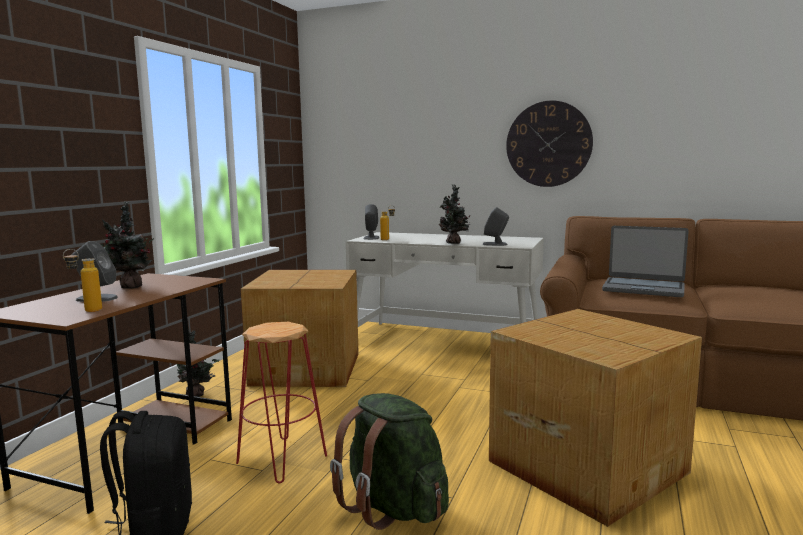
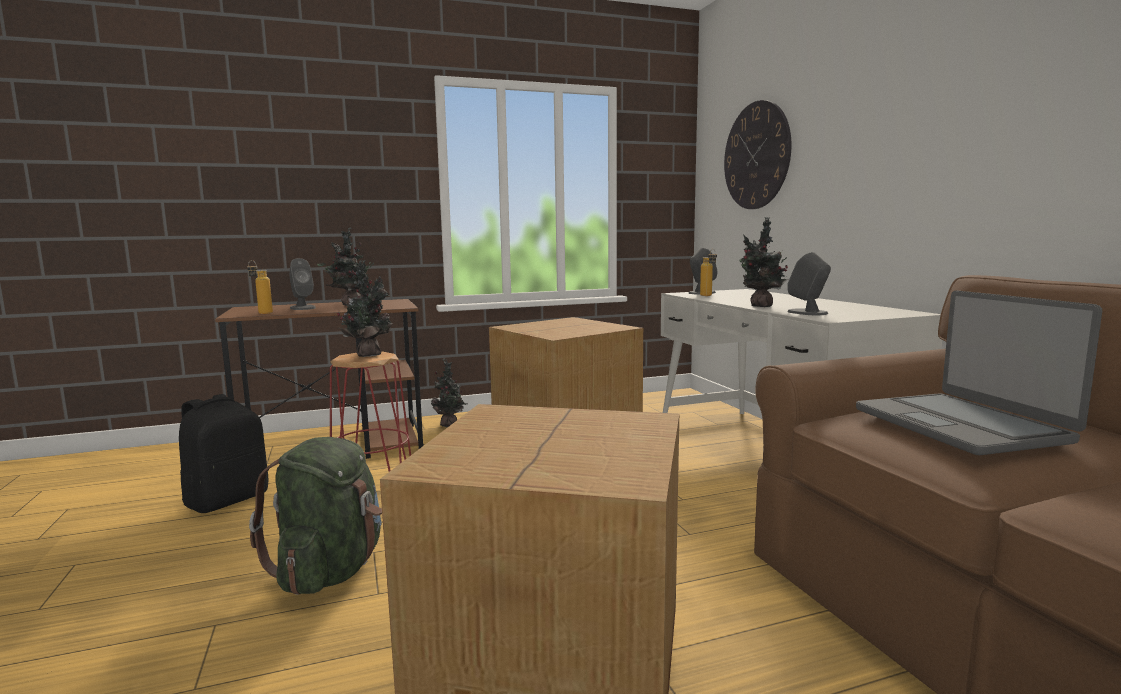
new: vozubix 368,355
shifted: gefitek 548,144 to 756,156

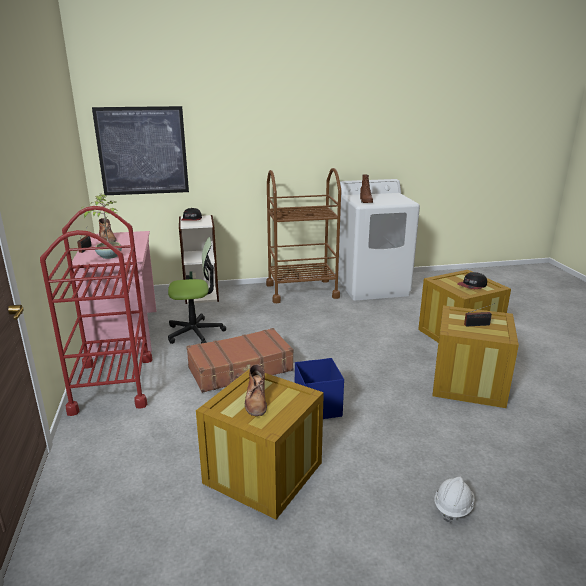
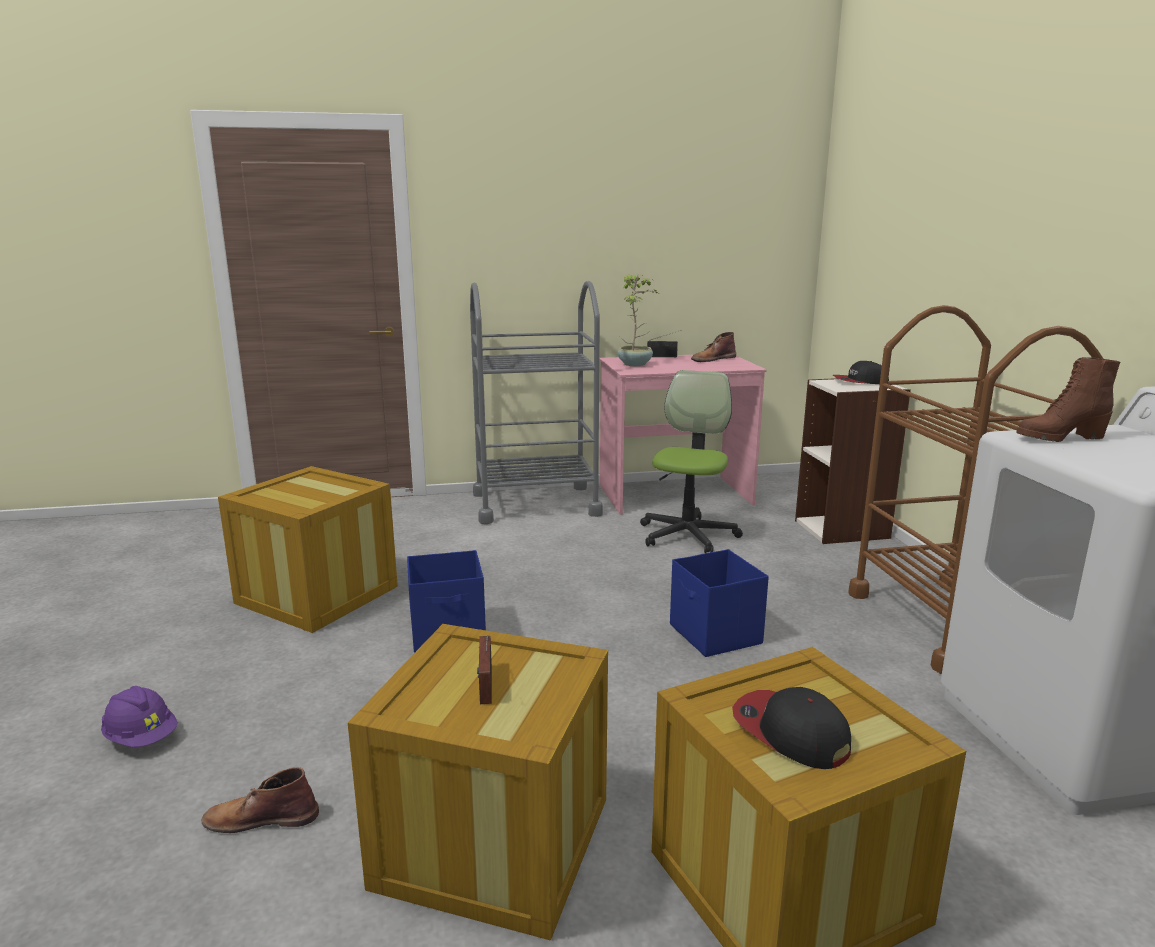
gone: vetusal 142,151; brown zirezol 241,369
new: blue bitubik 715,635
shifted: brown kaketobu 256,400 to 261,818
repainted: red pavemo 112,384 to grey pavemo 535,504; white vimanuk 453,507 to purple vimanuk 142,738
rotated: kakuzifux 195,332 = 687,535 150 degrees counterclockwise

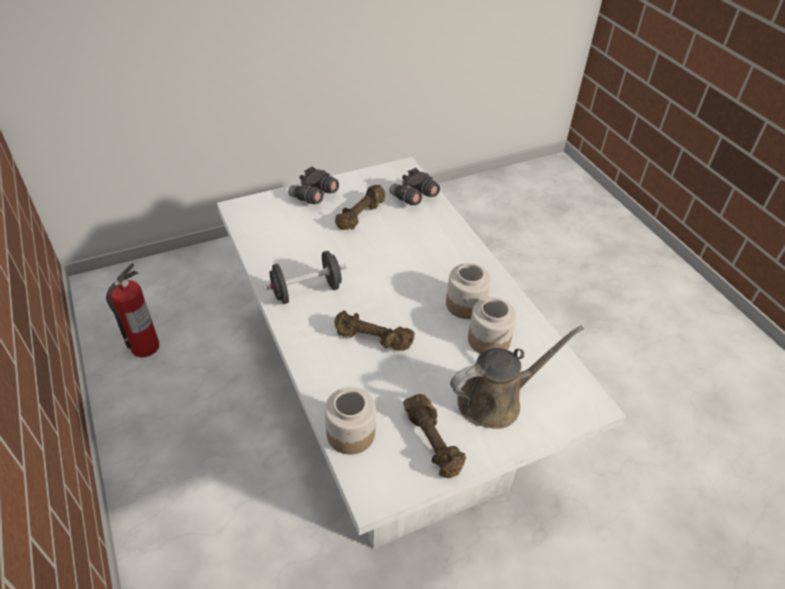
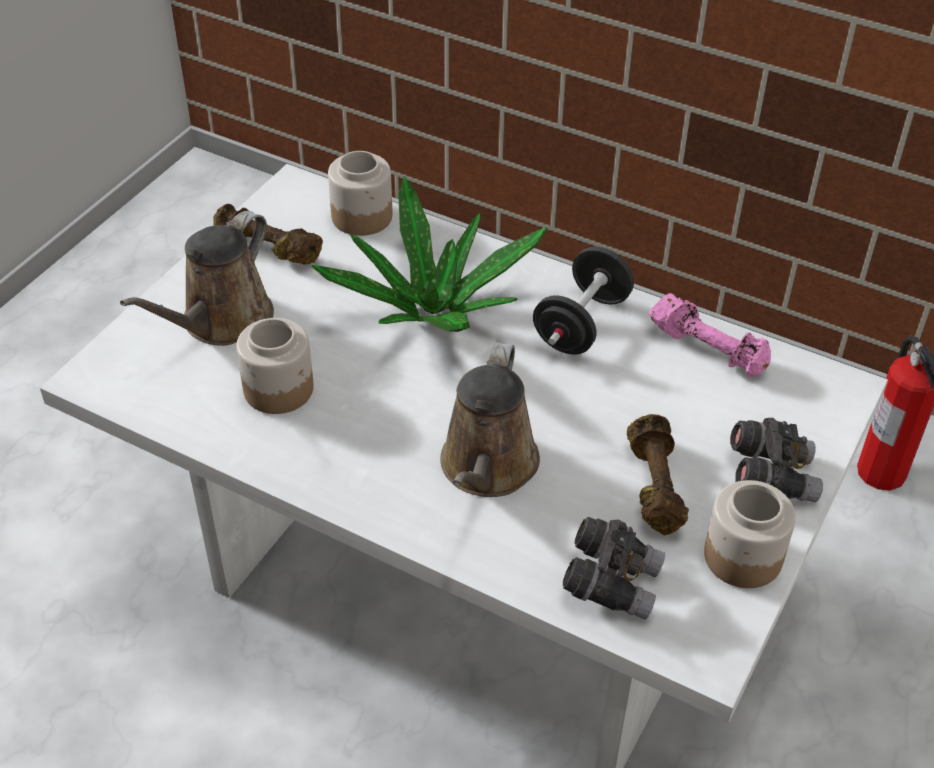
new: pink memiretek 708,349; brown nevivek 487,468
shifted: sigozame 466,305 to 741,556
swapped: brown memiretek 372,340 to vozubix 432,311

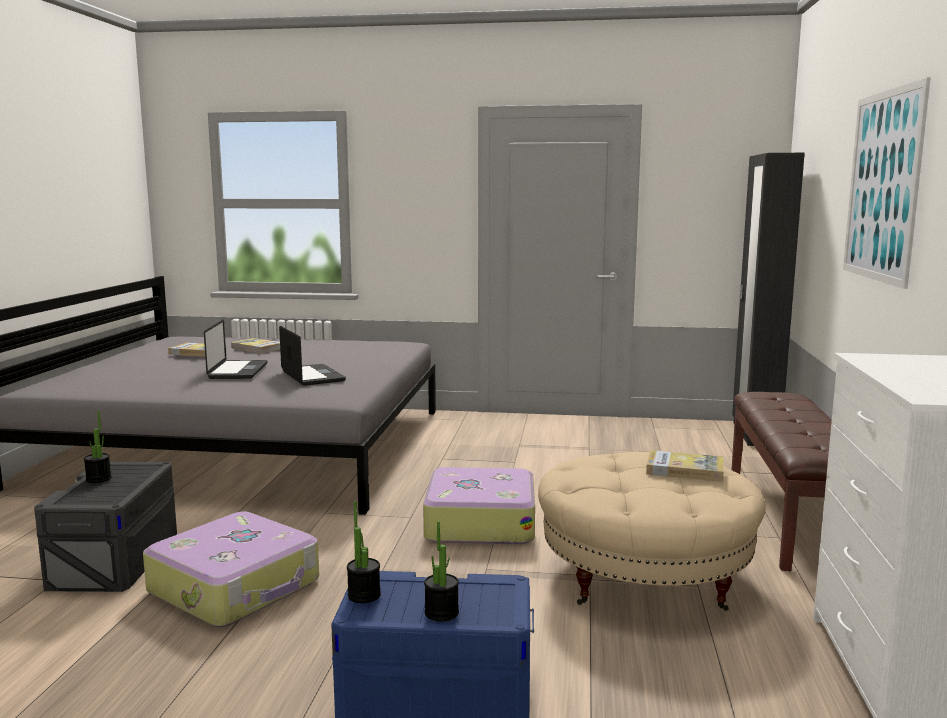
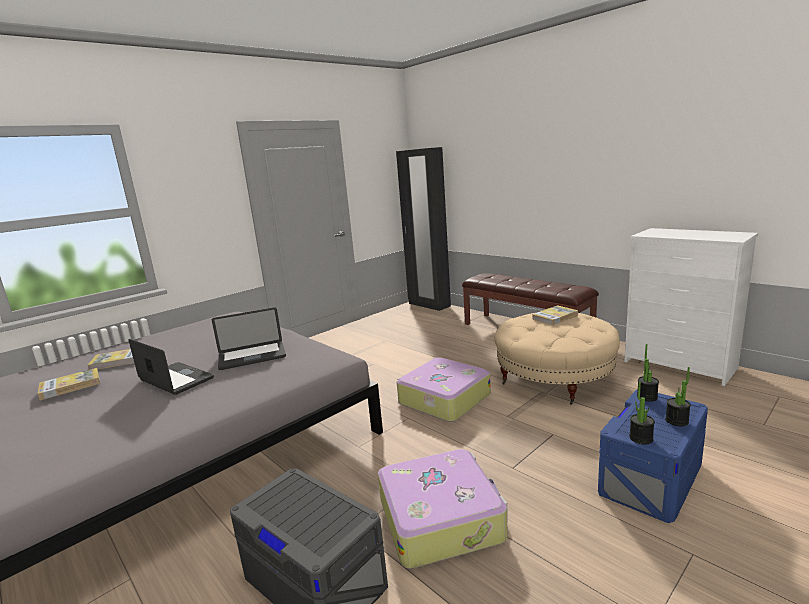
gone: vetusal 882,186
shifted: vozubix 98,479 to 647,397
rotated: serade 312,376 = 252,357 150 degrees clockwise

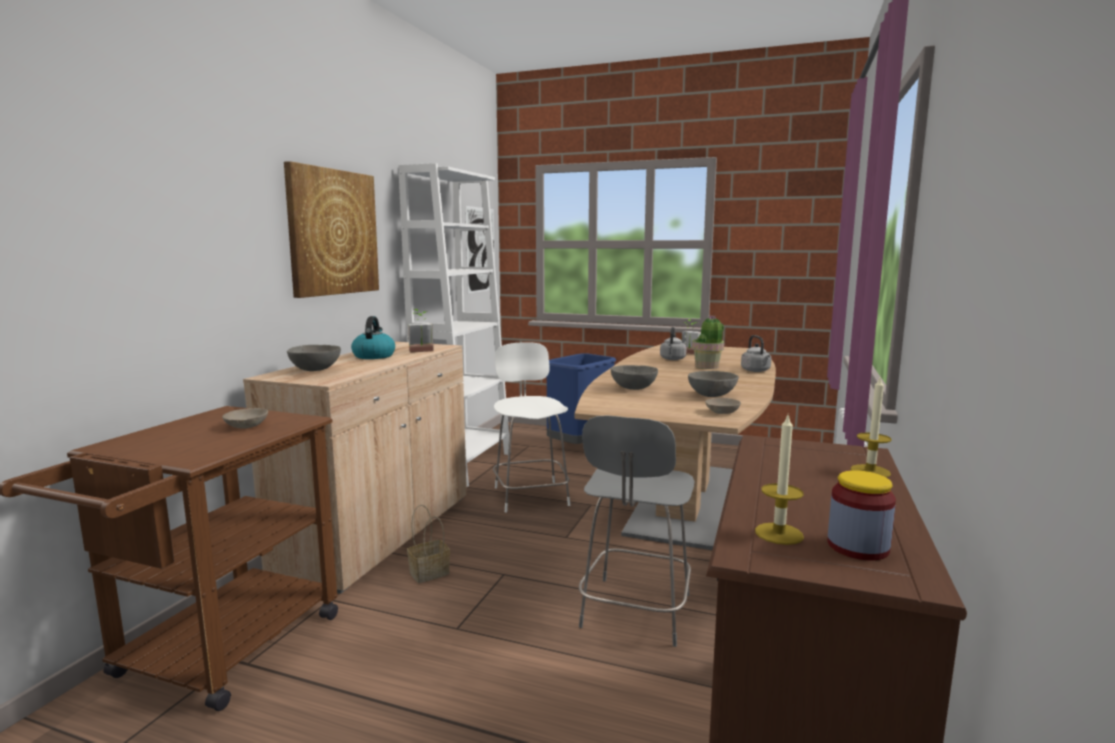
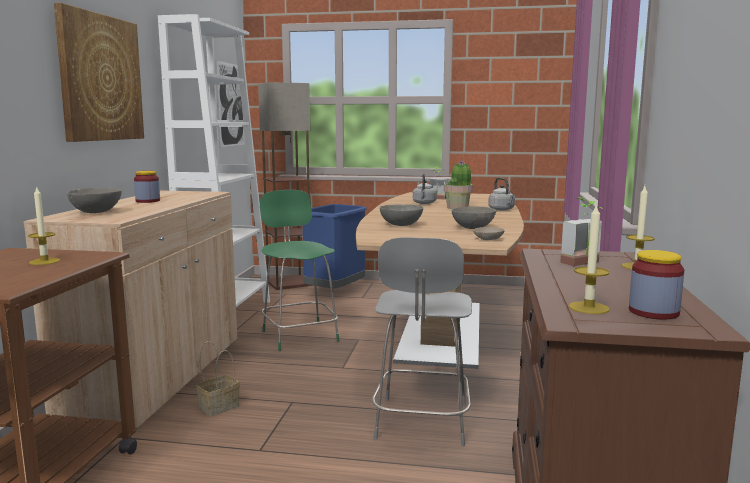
new: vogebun 289,283
shifted: vozubix 422,351 to 585,264
swapped: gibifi 374,356 to sigozame 148,201; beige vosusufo 247,425 to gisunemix 44,261
repainted: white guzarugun 530,495 to green guzarugun 299,335

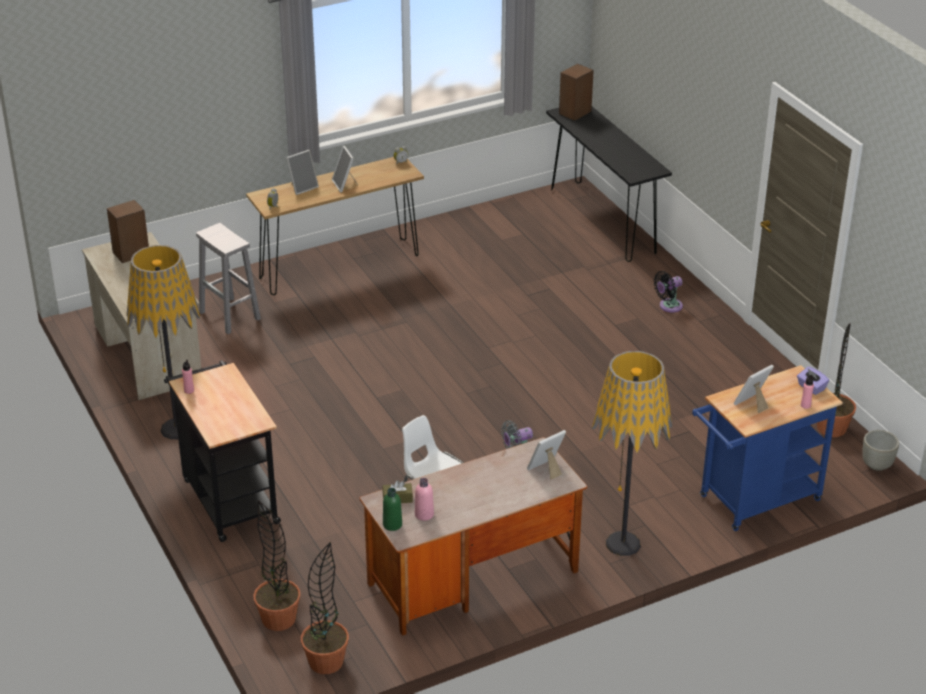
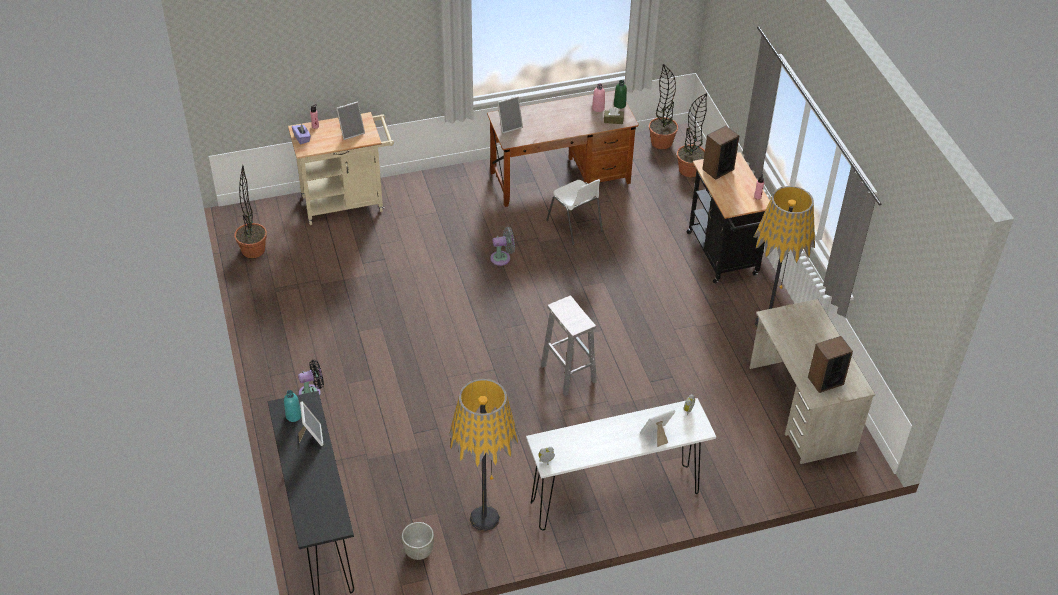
new: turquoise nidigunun 293,416
shifted: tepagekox 575,112 to 718,169; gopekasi 345,185 to 311,436; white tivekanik 230,316 to 567,373; vogebun 623,544 to 484,518; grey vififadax 877,465 to 418,552
repainted: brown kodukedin 339,266 to white kodukedin 615,498; blue pavemo 753,501 to beige pavemo 348,202

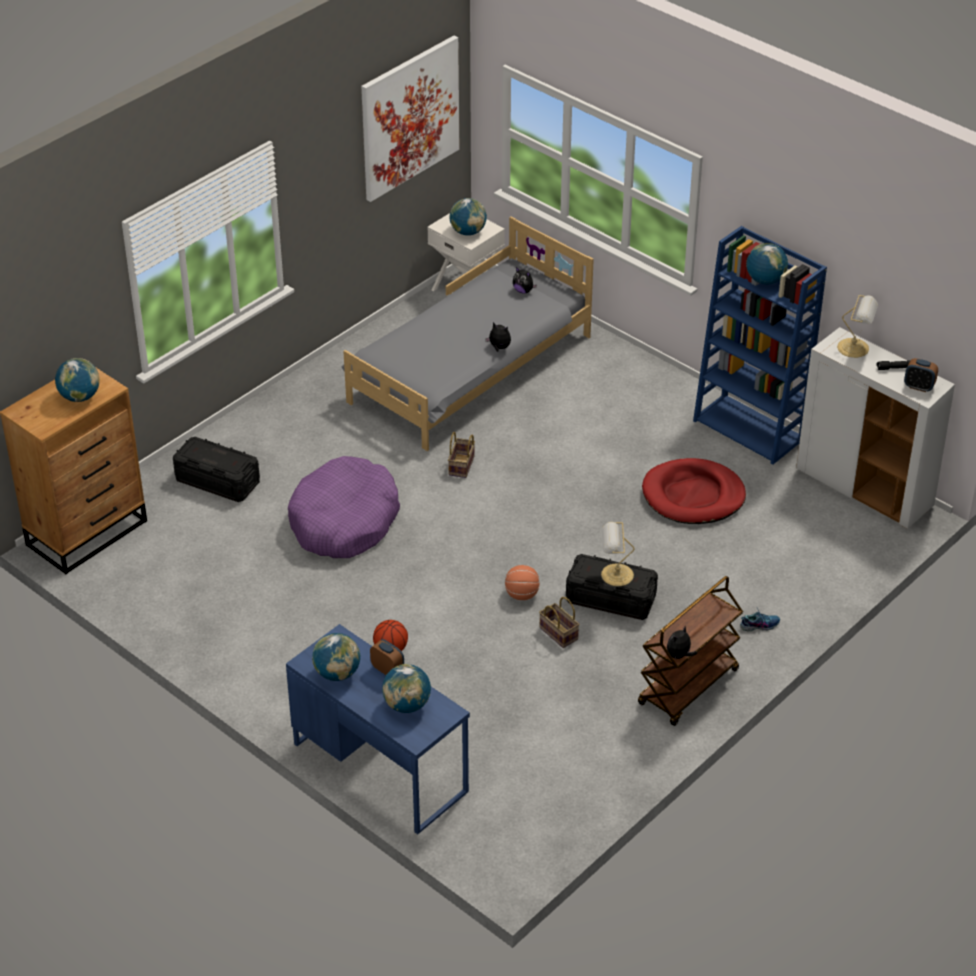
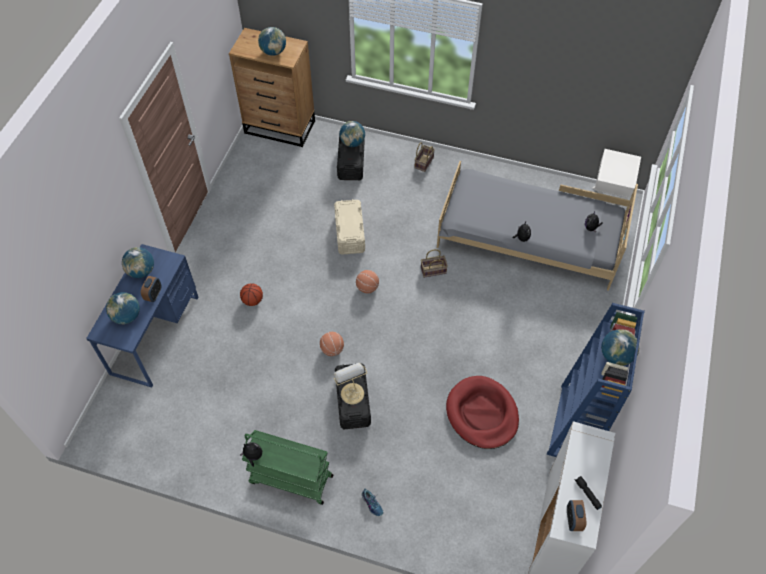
gone: vetusal 409,117; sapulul 855,348
new: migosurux 367,287
shifted: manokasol 468,232 to 352,143; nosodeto 557,633 to 423,162
swapped: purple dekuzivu 344,521 to beige bitubik 350,233
repainted: brown pavemo 688,688 to green pavemo 290,479

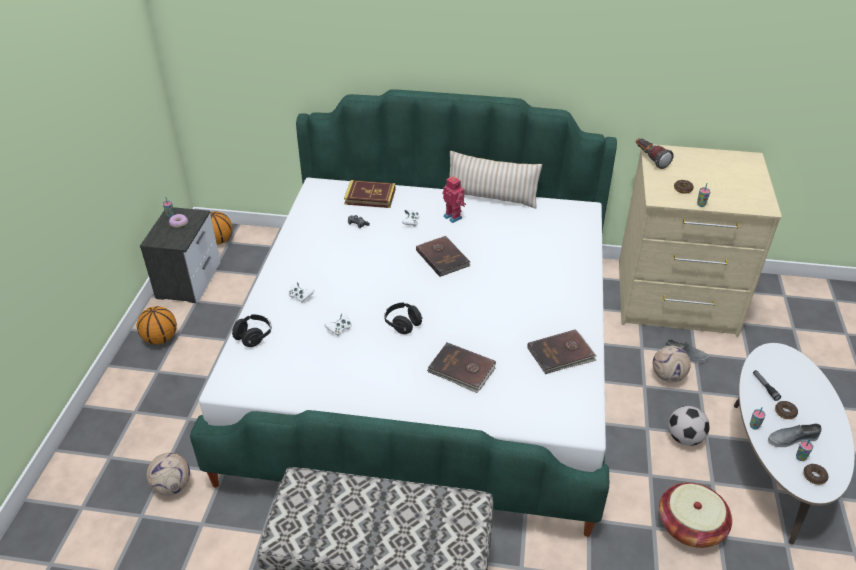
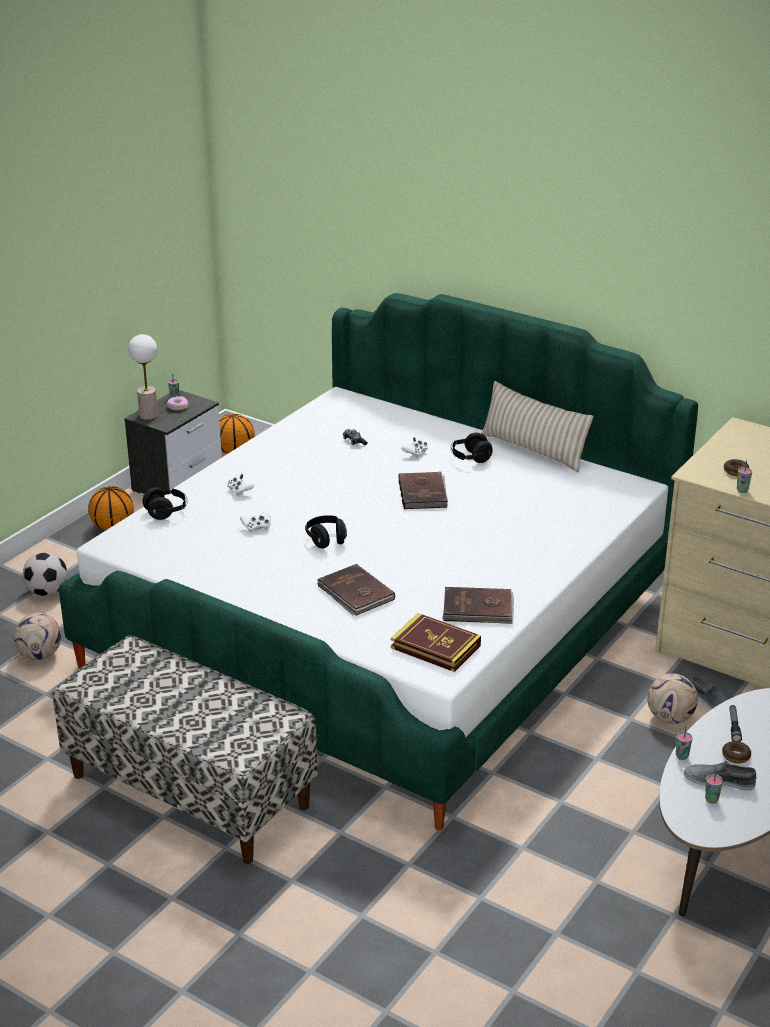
gone: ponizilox 650,159; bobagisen 814,476; nosodeto 690,526
new: sapulul 148,415
shifted: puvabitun 370,197 to 435,647; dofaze 684,438 to 47,592
swapped: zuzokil 453,217 to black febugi 470,458

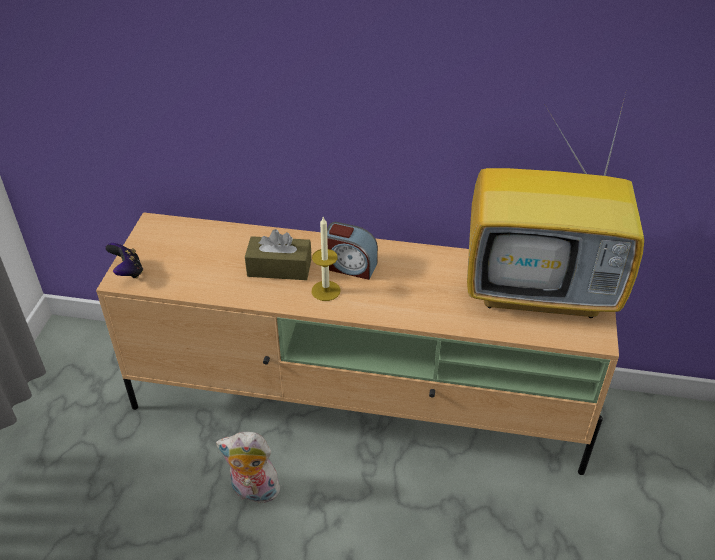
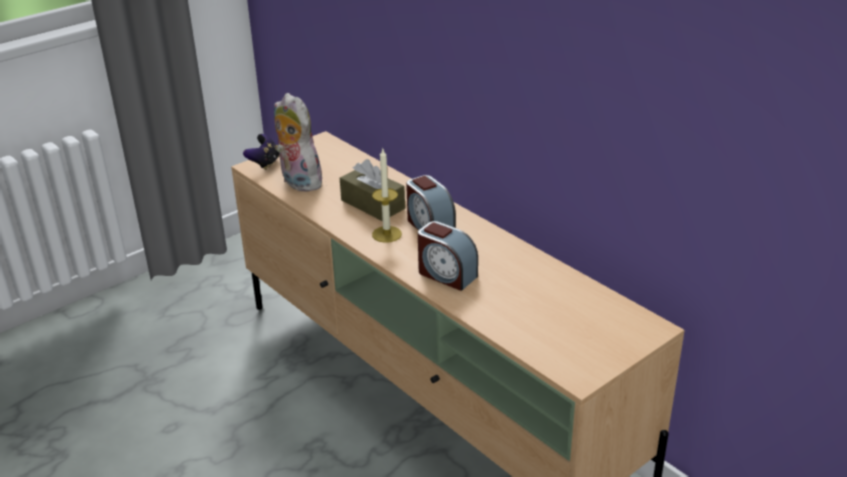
gone: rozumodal 542,290
new: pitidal 446,274
shifted: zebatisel 253,492 to 298,182

